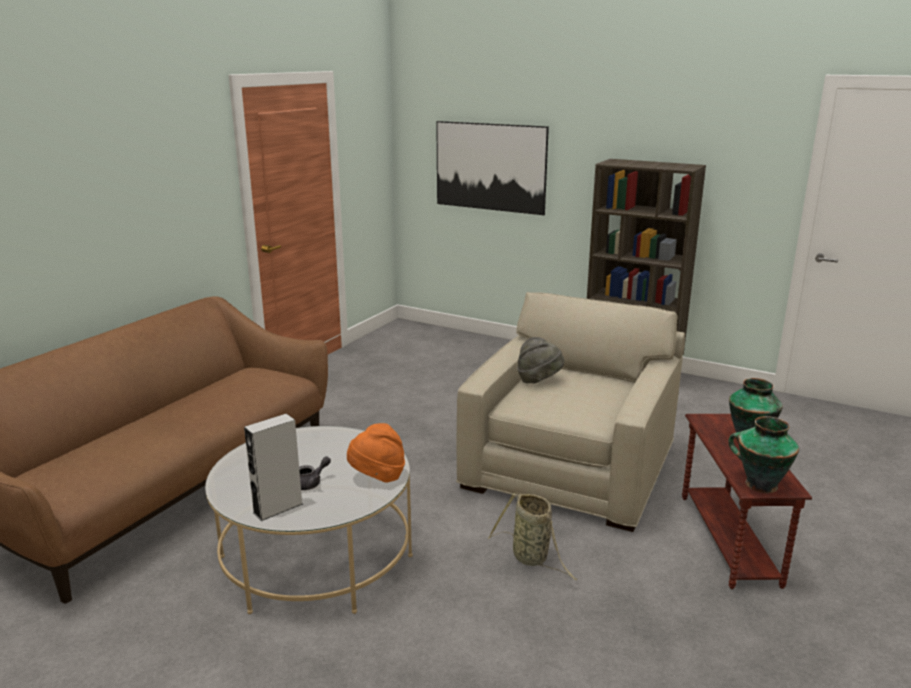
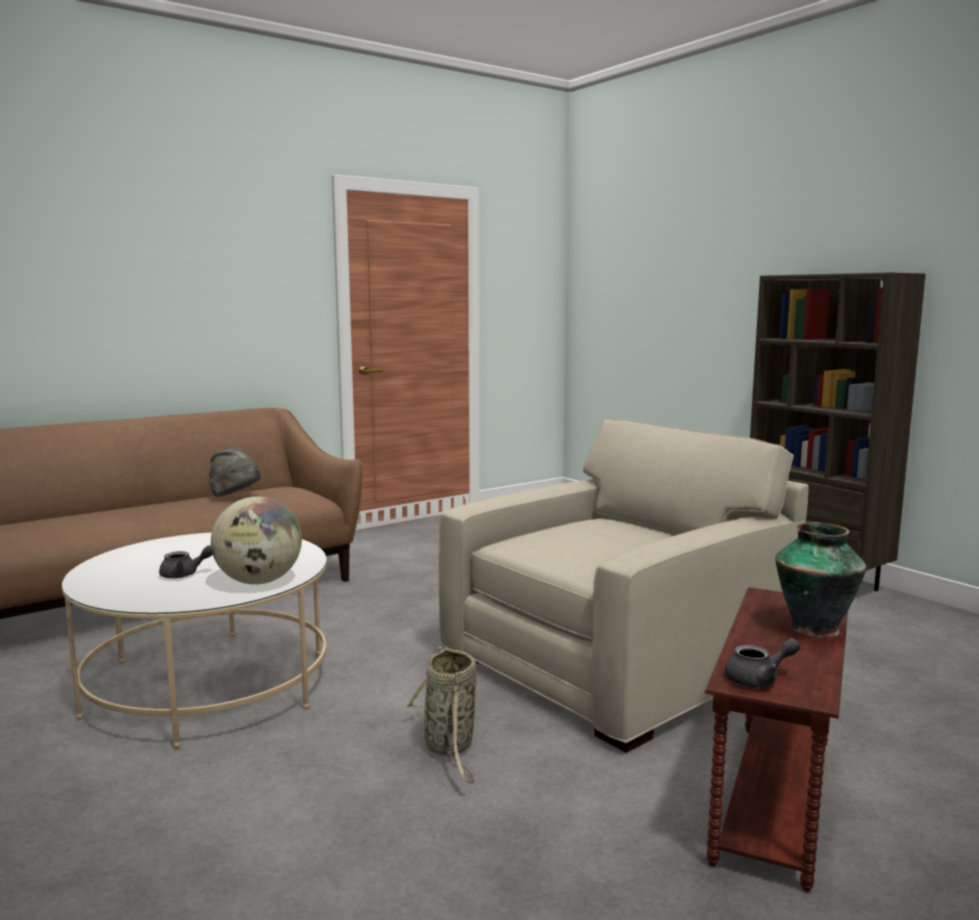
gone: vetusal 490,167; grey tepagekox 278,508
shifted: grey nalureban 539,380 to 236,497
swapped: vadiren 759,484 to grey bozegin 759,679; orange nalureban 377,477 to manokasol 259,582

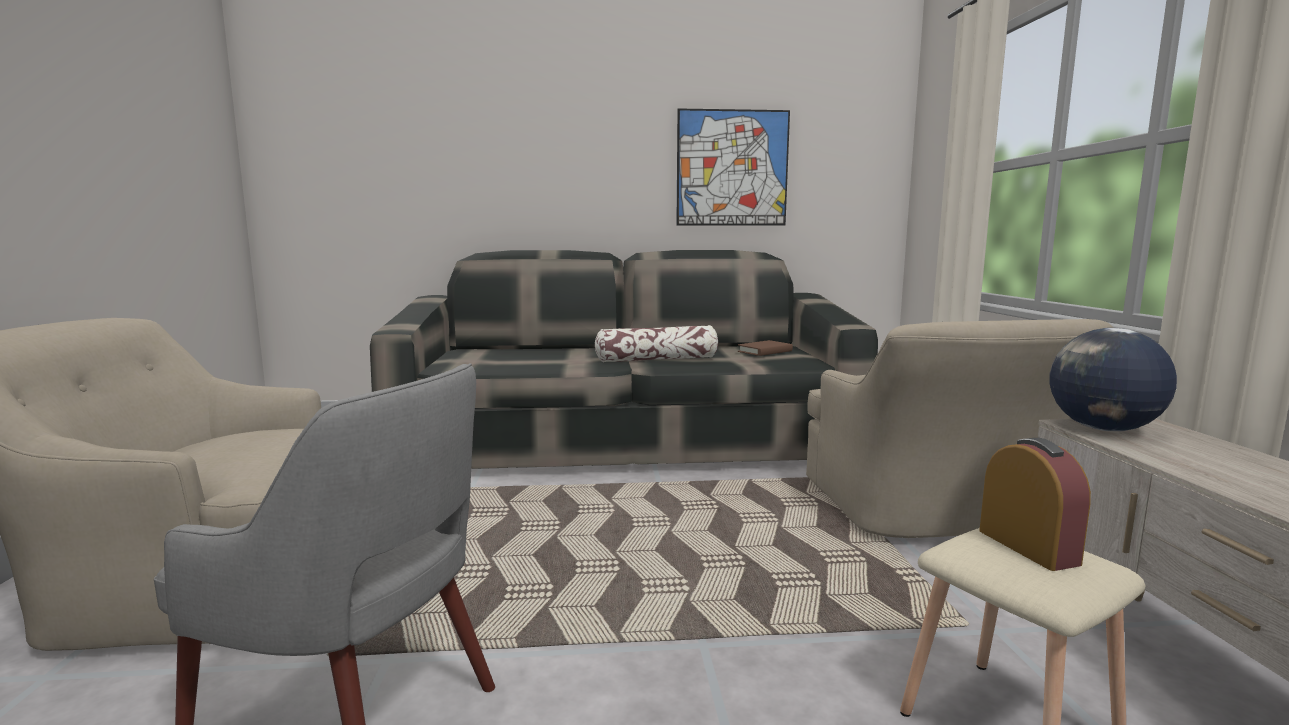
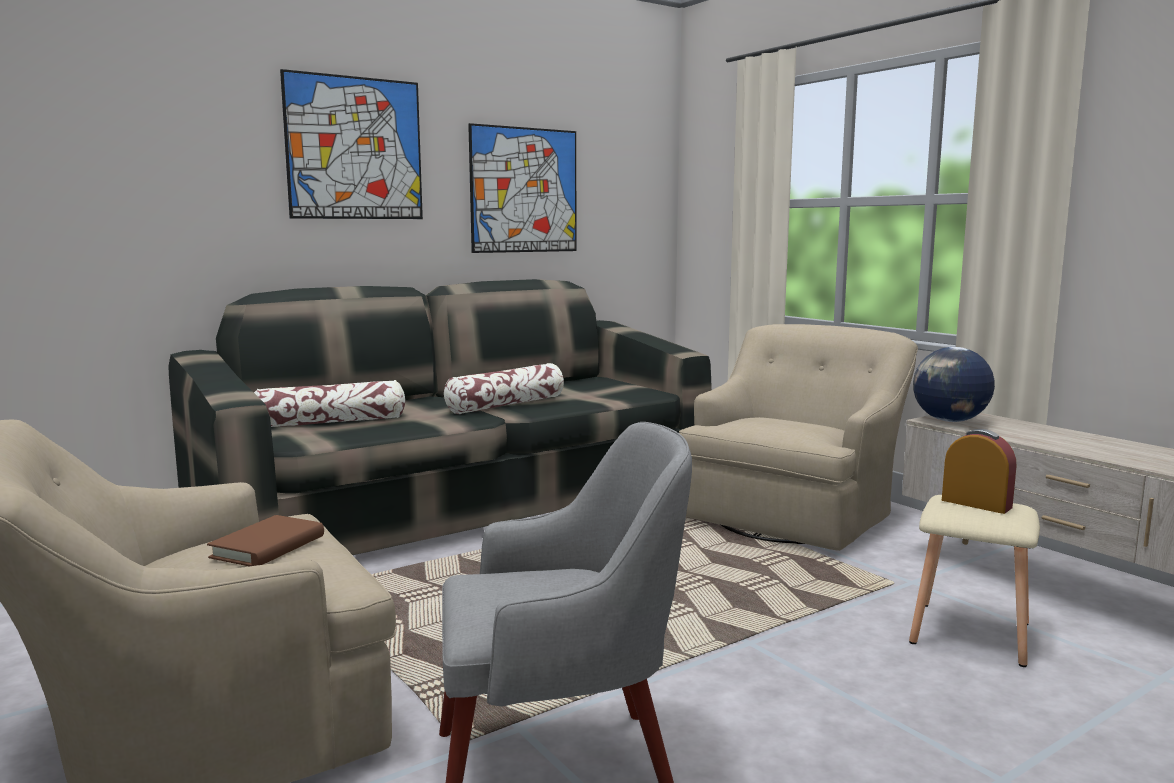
new: vetusal 355,148; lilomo 331,422
shifted: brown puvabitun 765,351 to 268,547
rotated: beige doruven 931,513 = 793,514 105 degrees counterclockwise

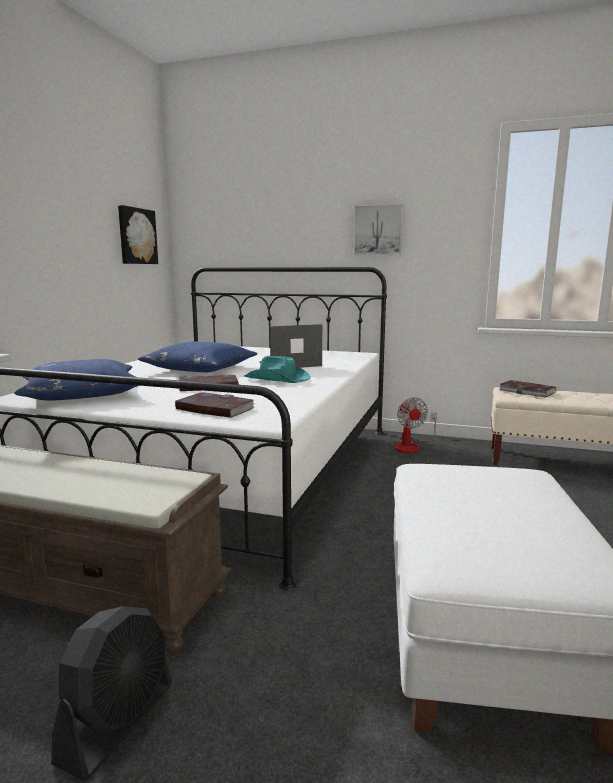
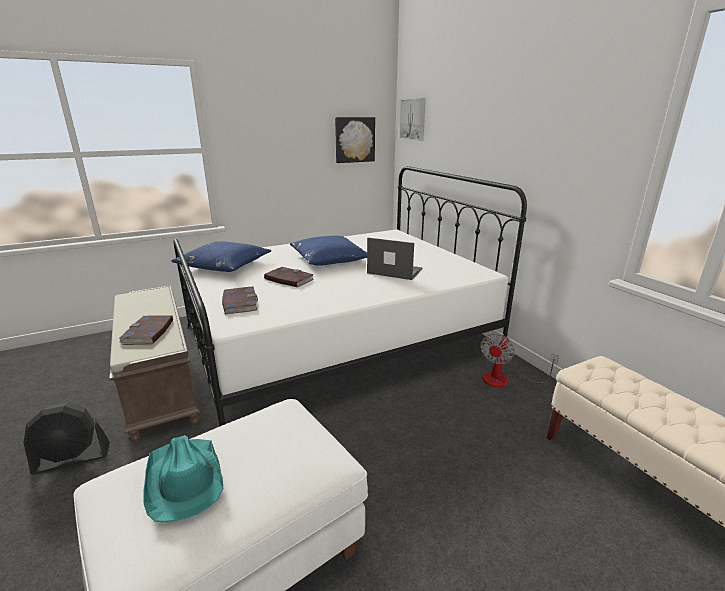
shifted: vetusal 378,230 to 413,119; turquoise nalureban 277,379 to 184,479; puvabitun 527,391 to 148,332

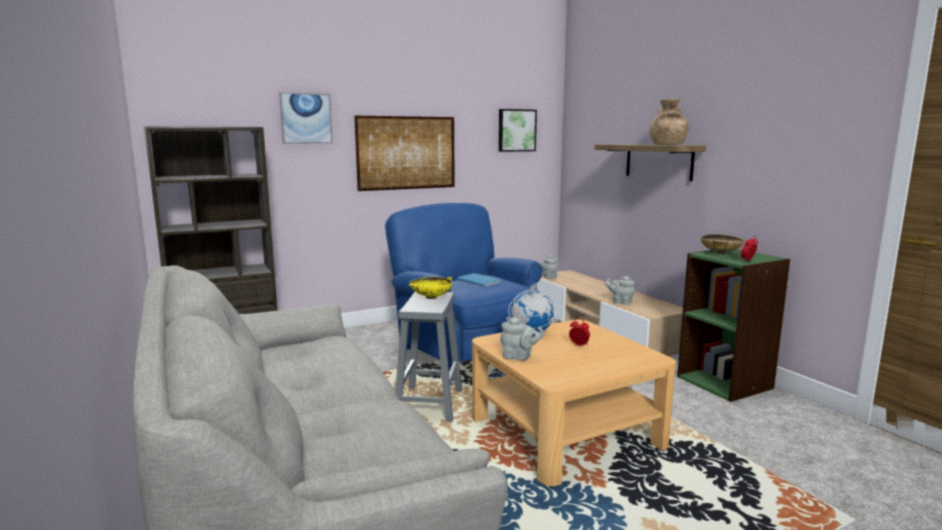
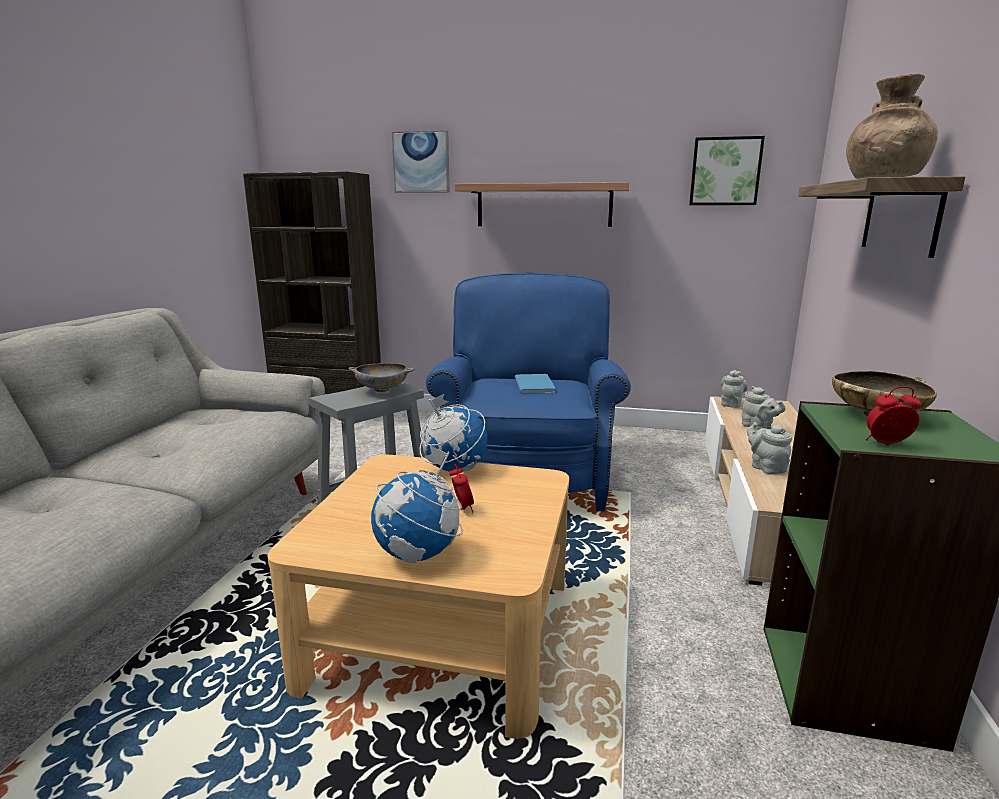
new: manokasol 419,554
shifted: grey bozegin 519,357 to 758,427
swapped: vetusal 406,153 to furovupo 544,205
repainted: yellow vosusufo 431,297 to grey vosusufo 382,390

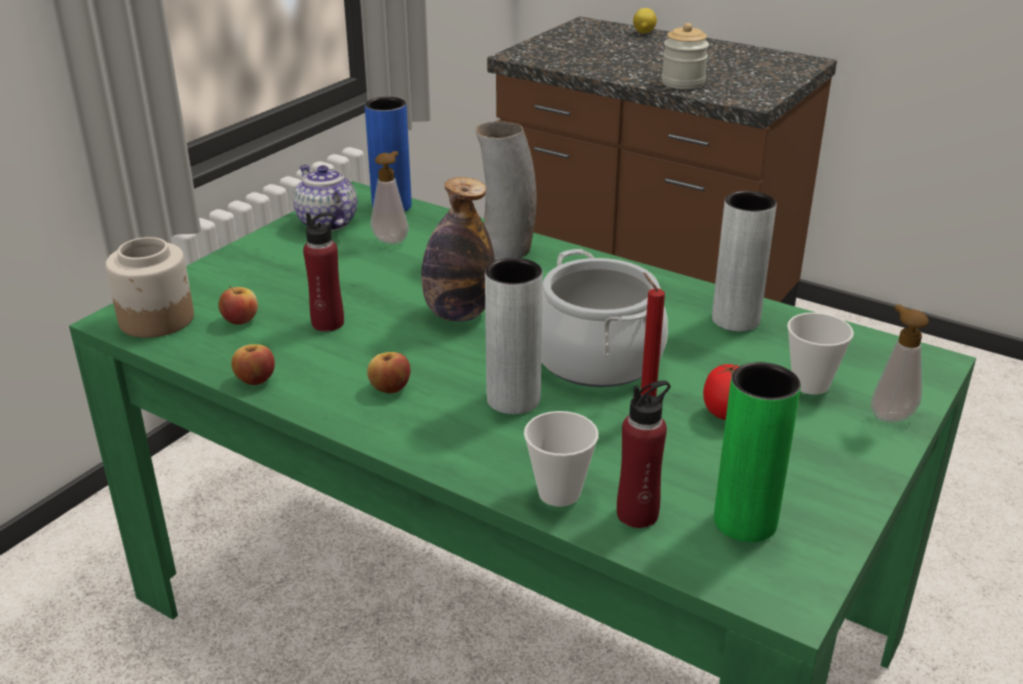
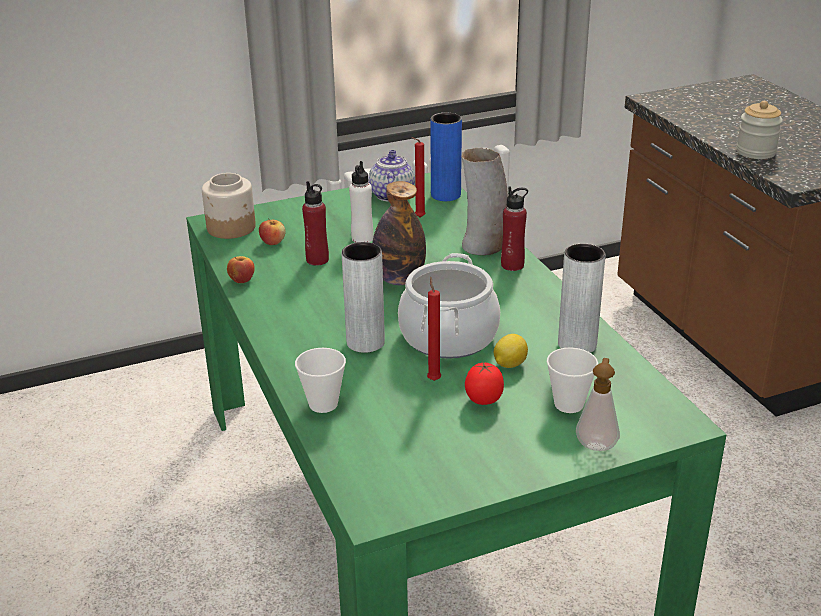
gone: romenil 390,388; green vadiren 745,522
new: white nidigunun 362,238
shifted: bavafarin 643,32 to 509,364; red nidigunun 637,514 to 512,265
swapped: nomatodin 392,239 to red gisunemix 418,218

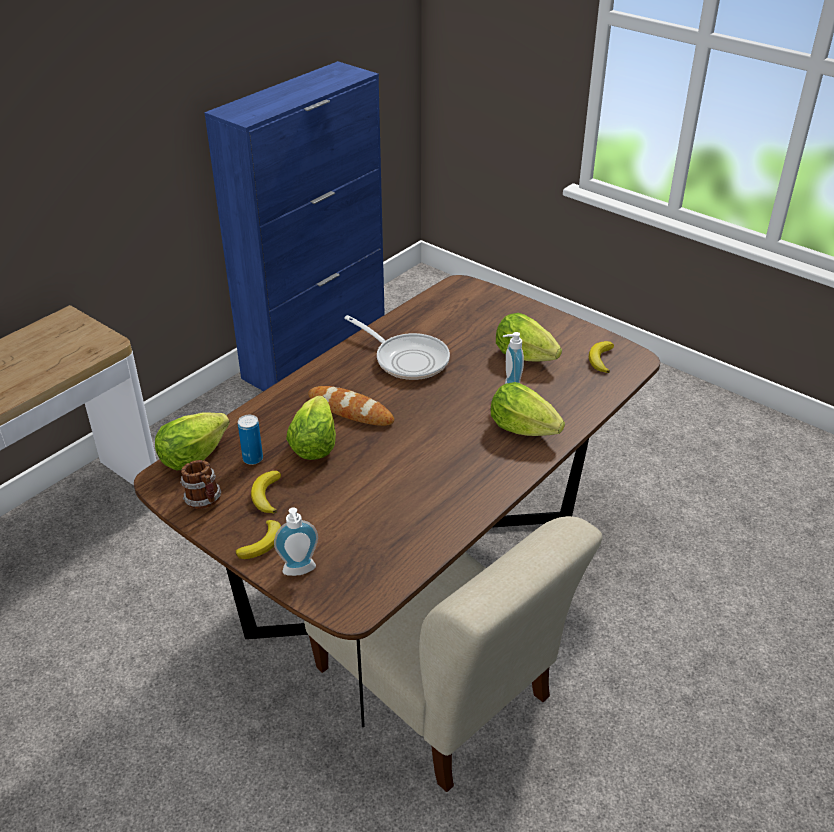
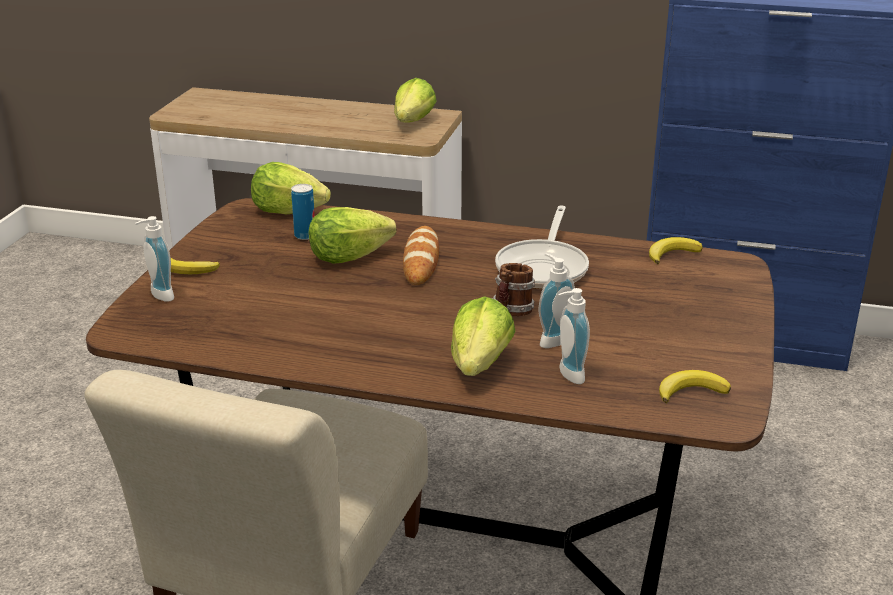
new: nomatodin 567,375
shifted: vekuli 524,356 to 413,122; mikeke 205,501 to 512,312; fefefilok 266,495 to 672,254

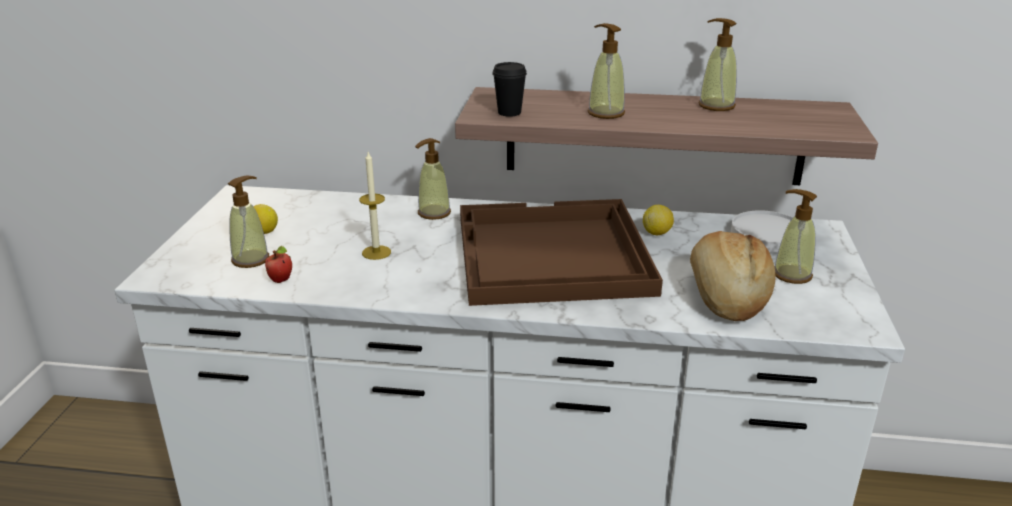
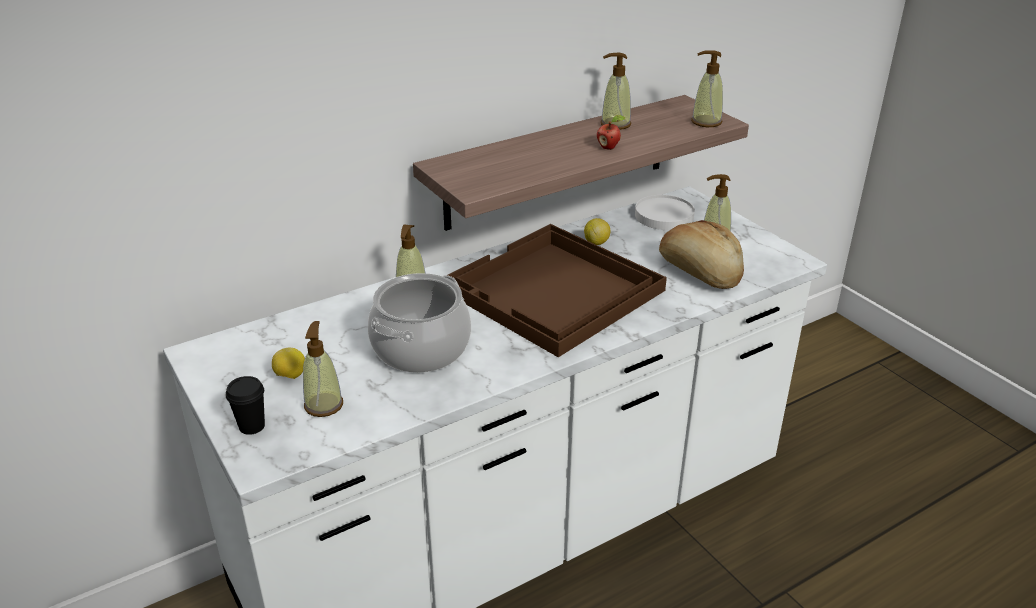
shifted: nomatodin 605,113 to 706,122; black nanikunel 509,112 to 252,426; romenil 281,280 to 609,147
swapped: gisunemix 376,252 to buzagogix 421,348

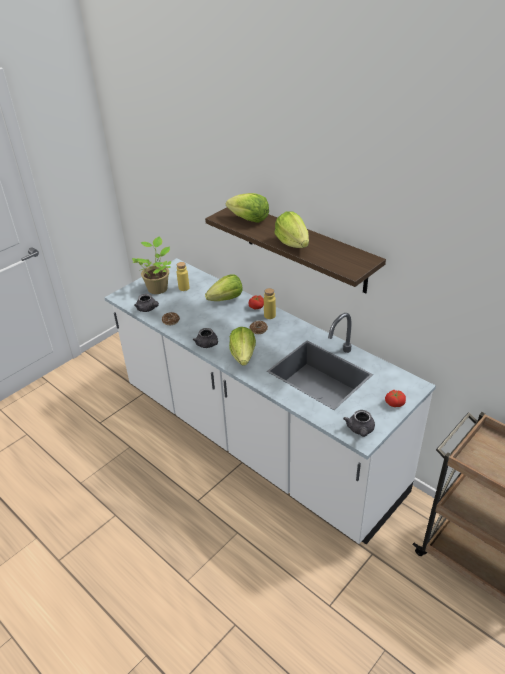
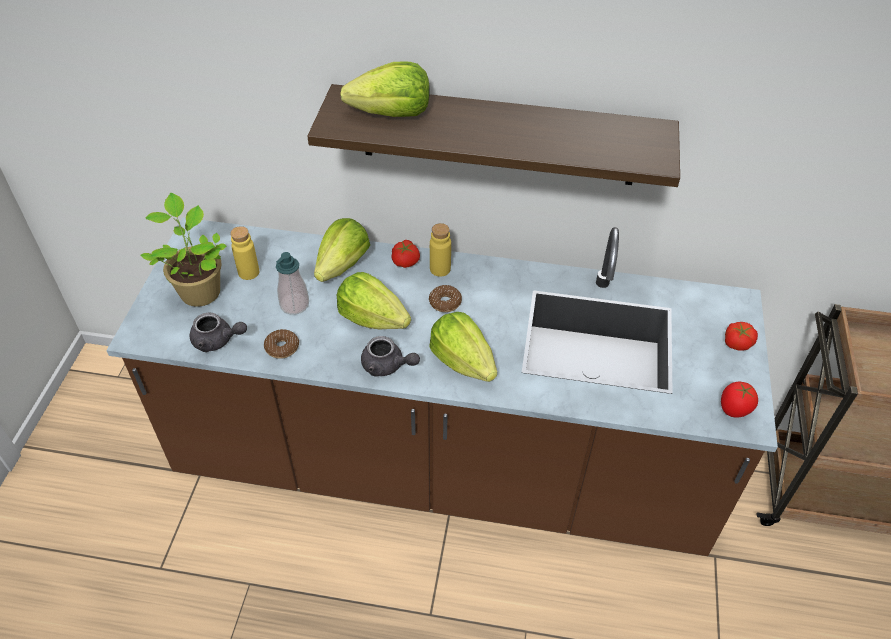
new: nomatodin 294,305
shifted: vekuli 293,244 to 372,318
swapped: grey bozegin 360,430 to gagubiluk 734,409
repainted: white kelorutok 257,439 to brown kelorutok 443,465

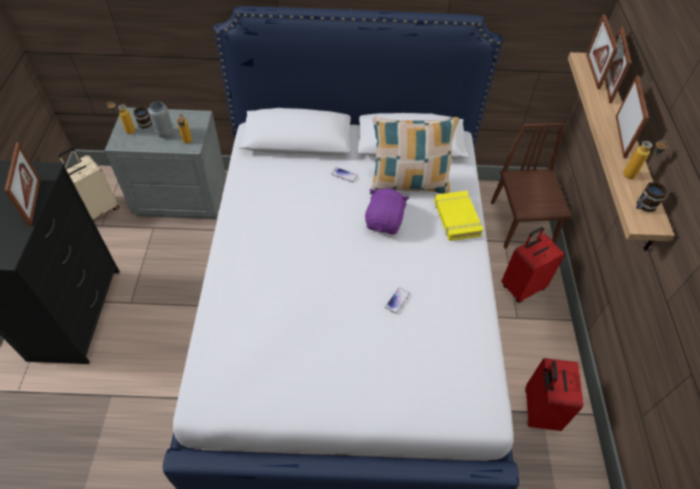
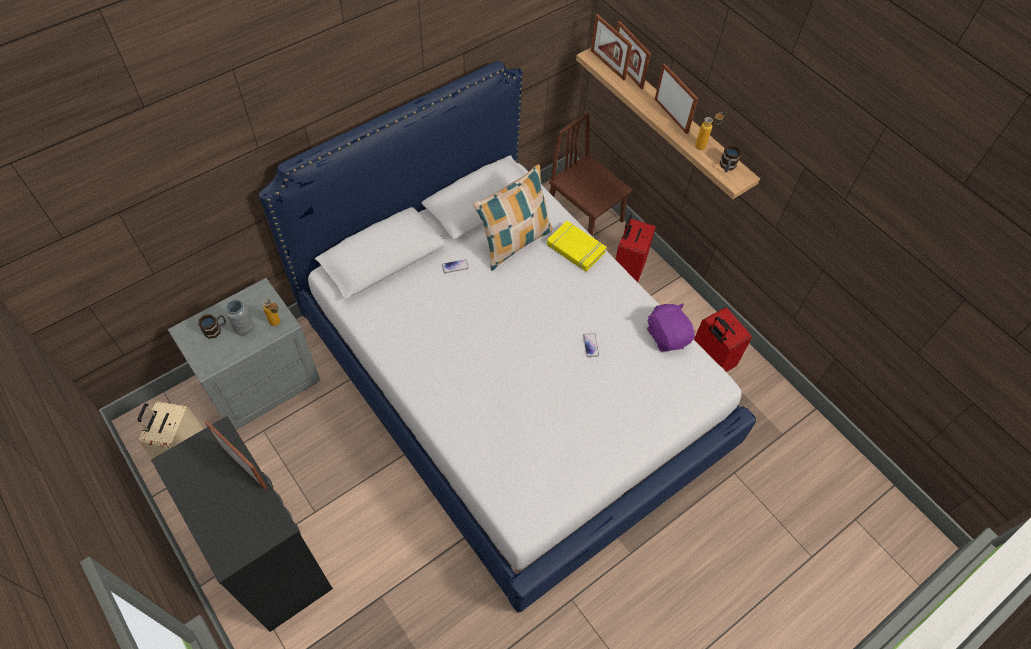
gone: nidigunun 126,132
shifted: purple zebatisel 384,222 to 667,336

